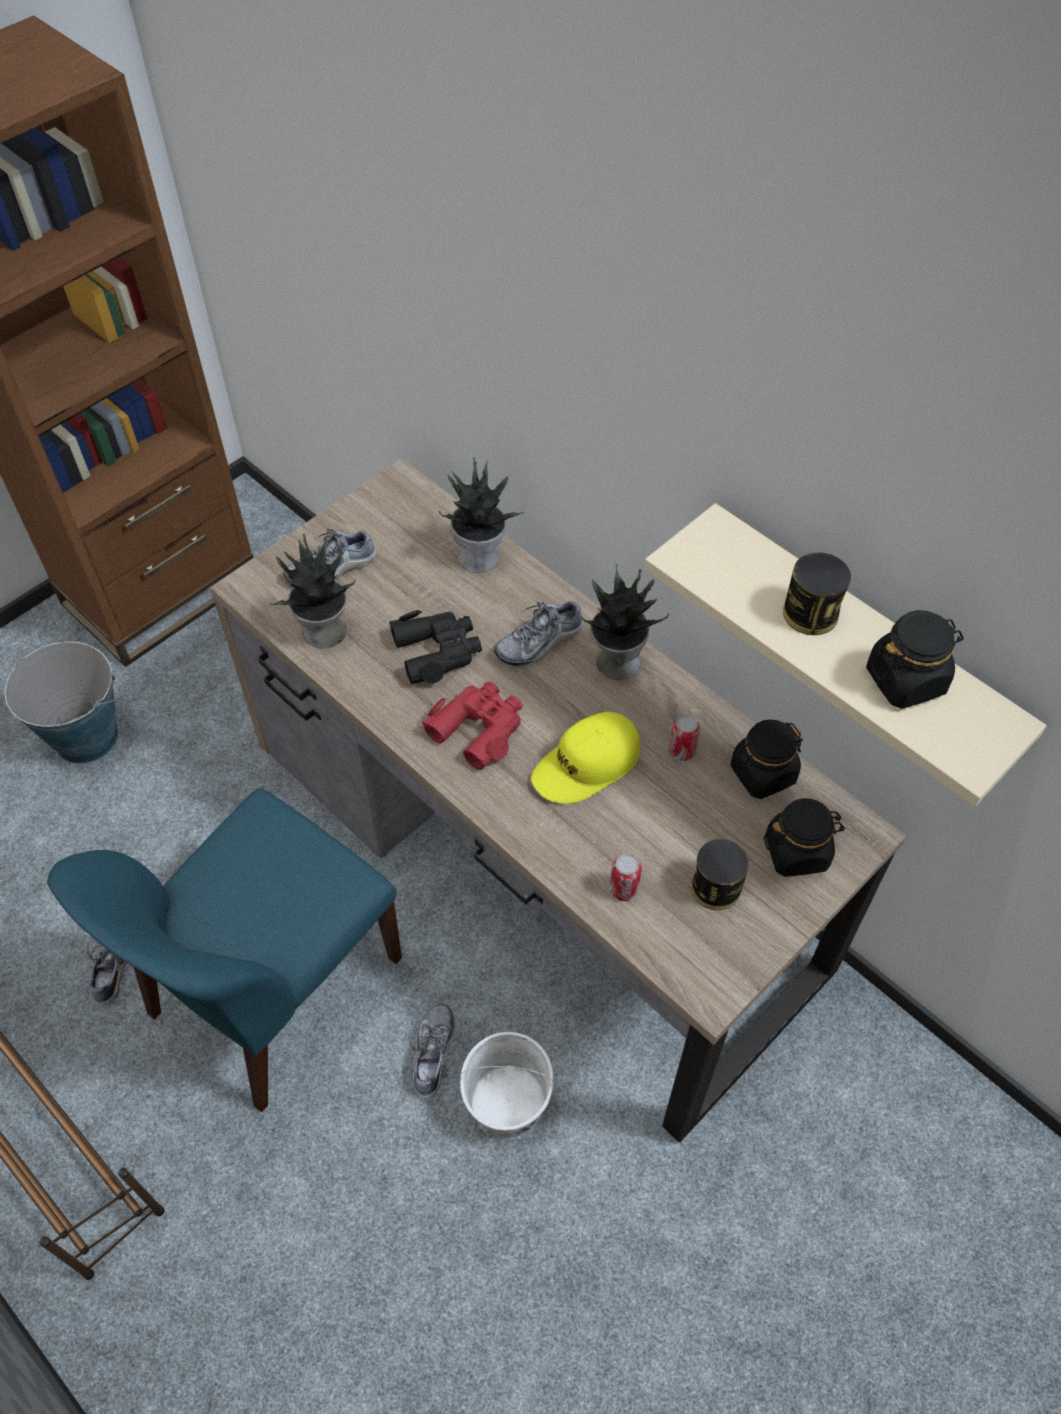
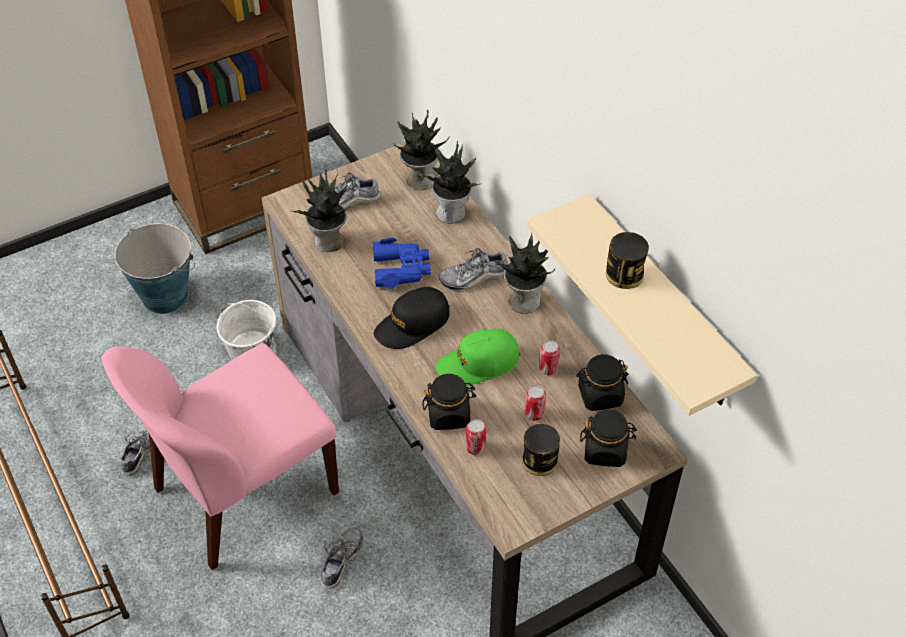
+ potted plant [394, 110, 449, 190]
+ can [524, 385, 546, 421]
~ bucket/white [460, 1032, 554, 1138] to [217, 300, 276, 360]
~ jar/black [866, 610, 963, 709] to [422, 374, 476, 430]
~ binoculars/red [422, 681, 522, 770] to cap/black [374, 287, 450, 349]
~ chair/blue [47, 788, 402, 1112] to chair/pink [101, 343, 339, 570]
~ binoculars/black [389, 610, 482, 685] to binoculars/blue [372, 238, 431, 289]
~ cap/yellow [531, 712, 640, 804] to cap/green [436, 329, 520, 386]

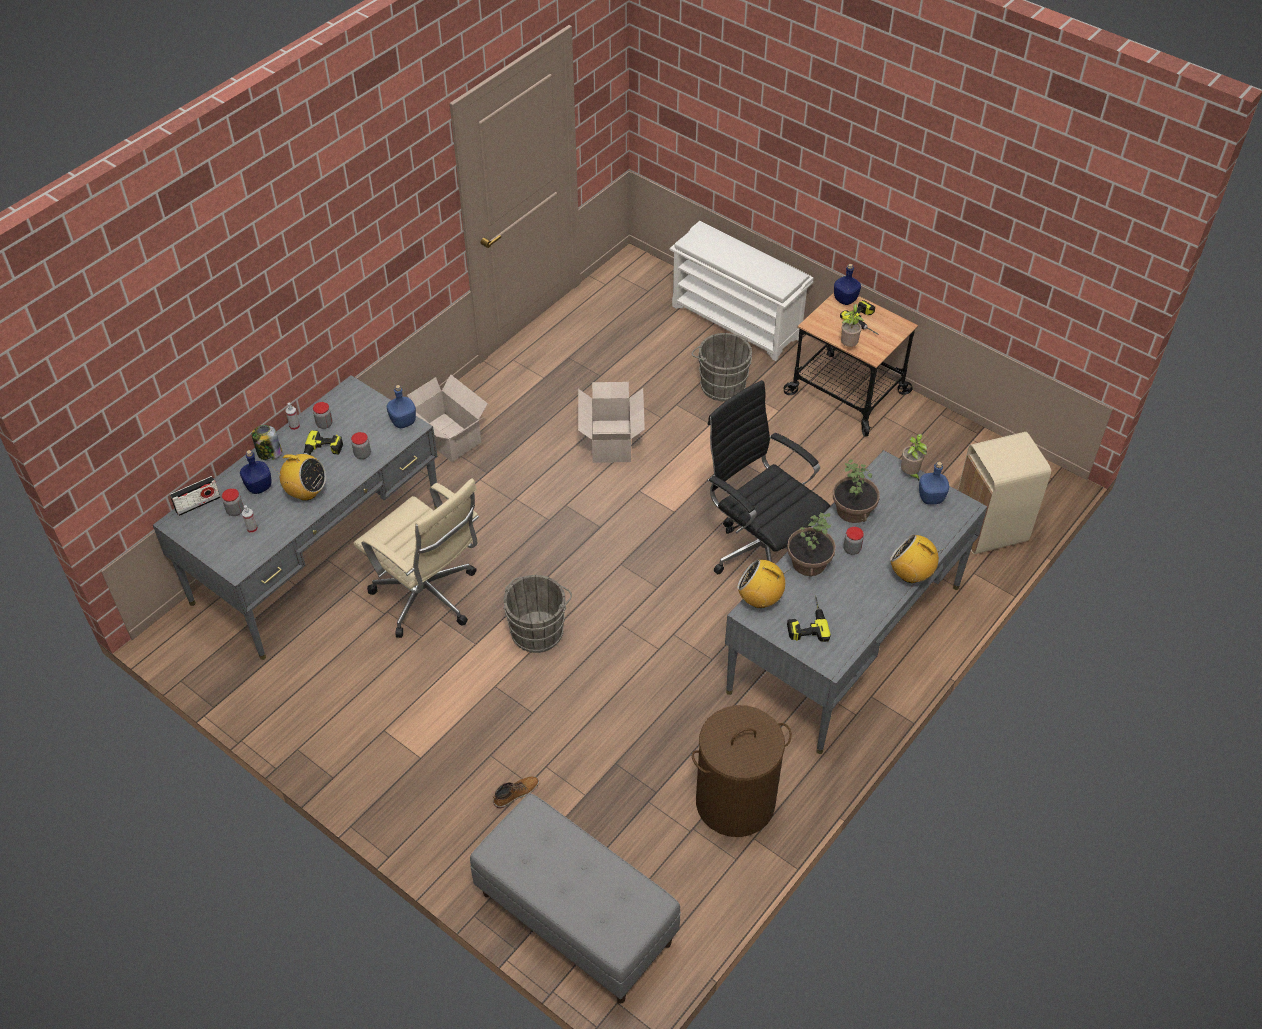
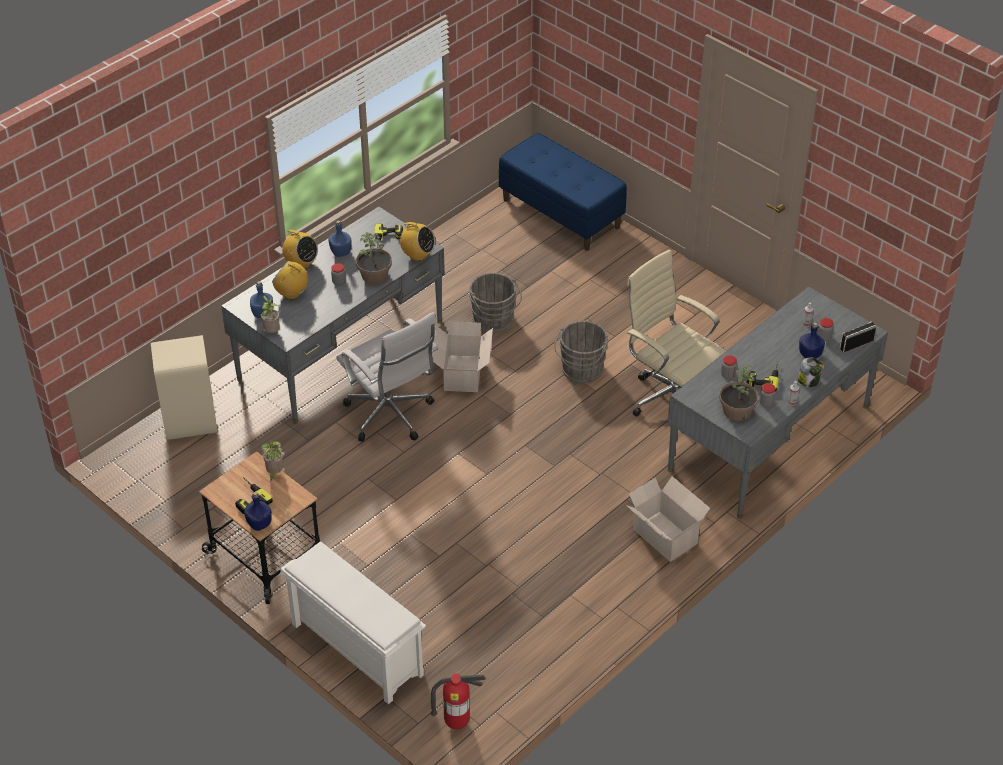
- boot [493, 776, 539, 808]
- laundry basket/brown [692, 705, 792, 837]
+ fire extinguisher [431, 673, 486, 729]
~ radio [276, 454, 326, 501] to [272, 261, 309, 299]
~ bottle/blue [387, 385, 416, 428] to [328, 220, 352, 257]
~ cardboard box [578, 382, 645, 463] to [432, 321, 493, 392]
~ bucket/grey [692, 333, 752, 401] to [469, 273, 522, 333]
~ potted plant [833, 459, 880, 523] to [719, 364, 759, 421]
~ bench/grey [470, 793, 681, 1003] to bench/blue [499, 133, 627, 251]
~ office chair/black [707, 380, 830, 574] to office chair/white [336, 312, 438, 442]

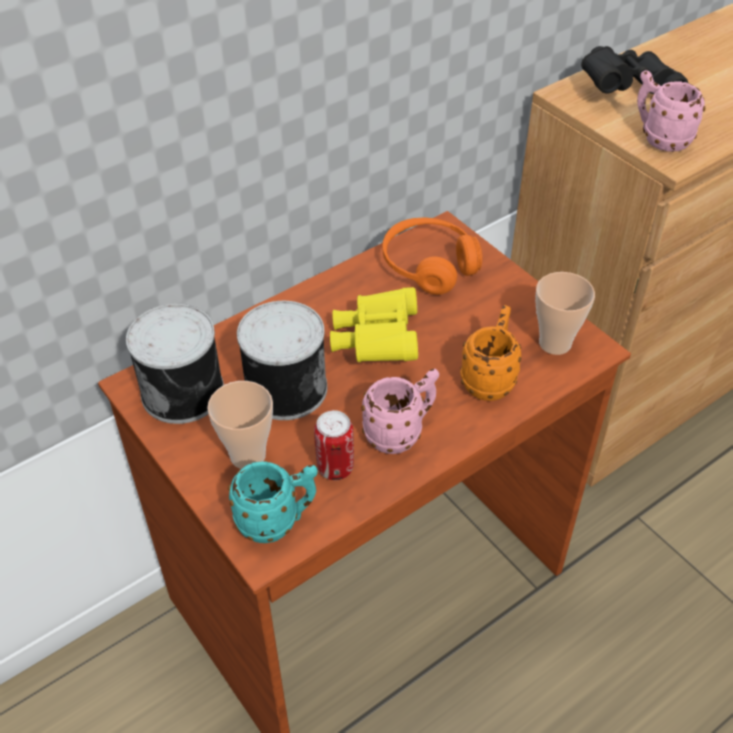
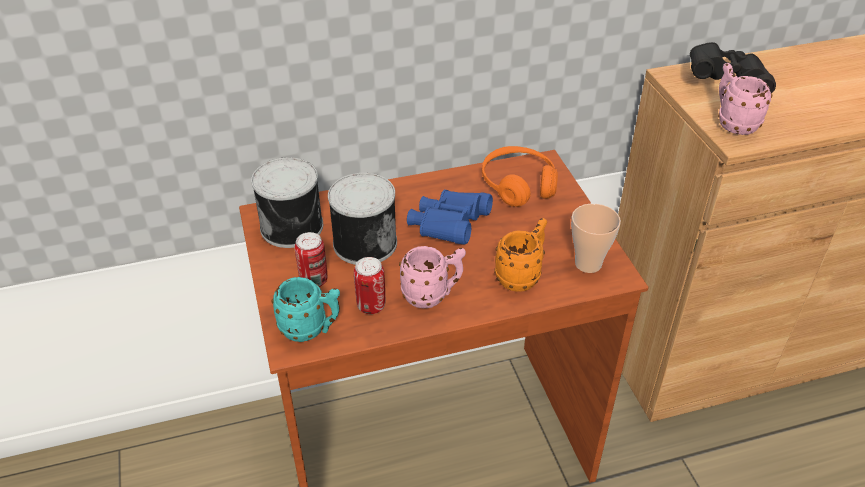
~ cup [207, 381, 273, 469] to can [295, 232, 327, 287]
~ binoculars/yellow [330, 287, 418, 362] to binoculars/blue [407, 190, 493, 245]

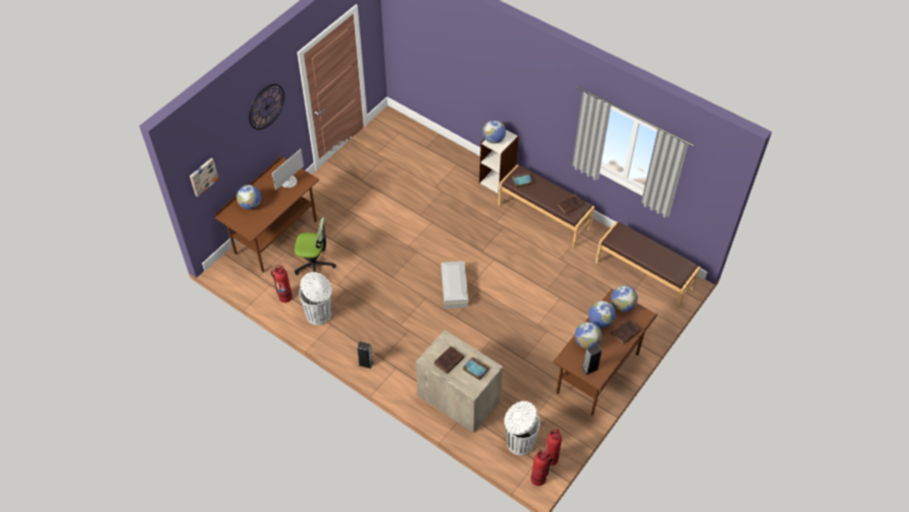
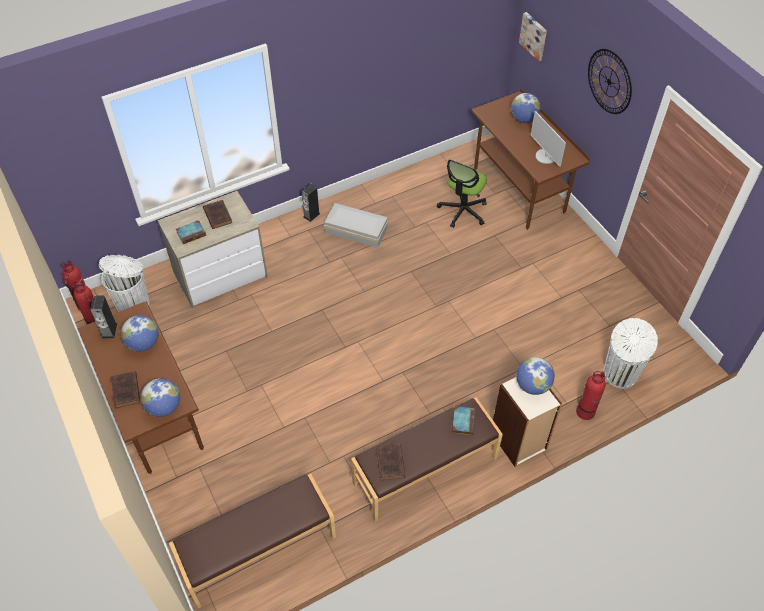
- globe [589, 301, 616, 328]
~ fire extinguisher [271, 265, 292, 303] to [576, 371, 606, 420]
~ trash can/white [299, 272, 332, 325] to [603, 318, 658, 389]
~ storage box/white [441, 261, 469, 309] to [324, 203, 388, 248]

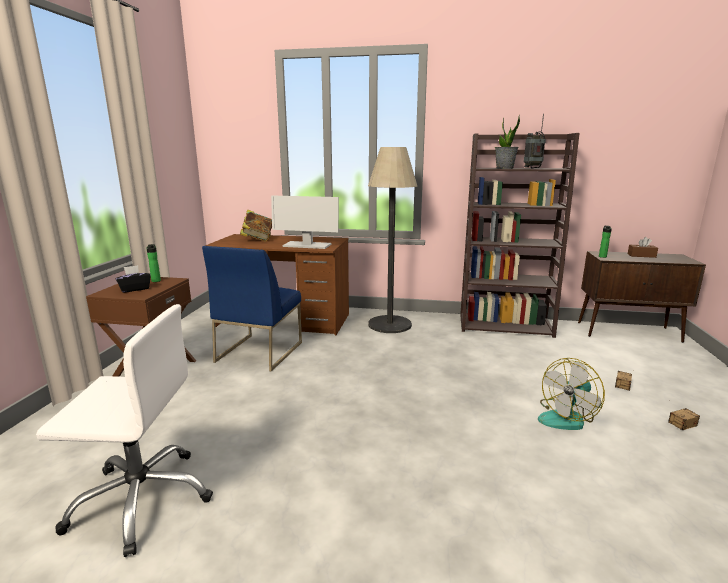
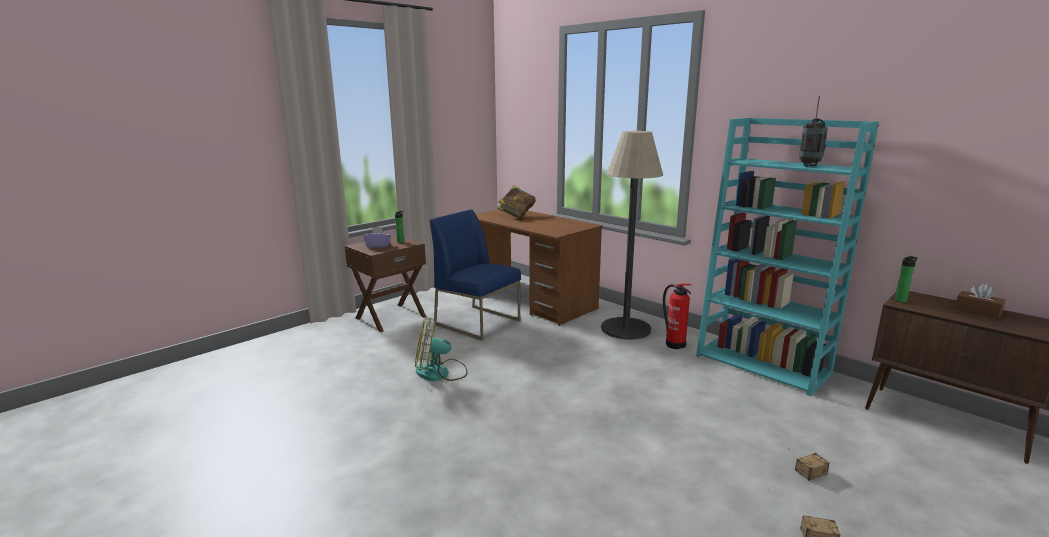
- office chair/white [36, 304, 213, 557]
- monitor [271, 196, 339, 249]
- potted plant [495, 115, 520, 169]
+ fire extinguisher [663, 284, 692, 349]
~ fan [538, 358, 605, 430] to [415, 318, 467, 381]
~ tissue box/black [116, 265, 151, 293] to tissue box/purple [363, 227, 391, 248]
~ bookcase/brown [460, 133, 580, 338] to bookcase/turquoise [696, 118, 879, 396]
~ chair/blue [202, 246, 302, 371] = [430, 209, 521, 341] 75 degrees clockwise

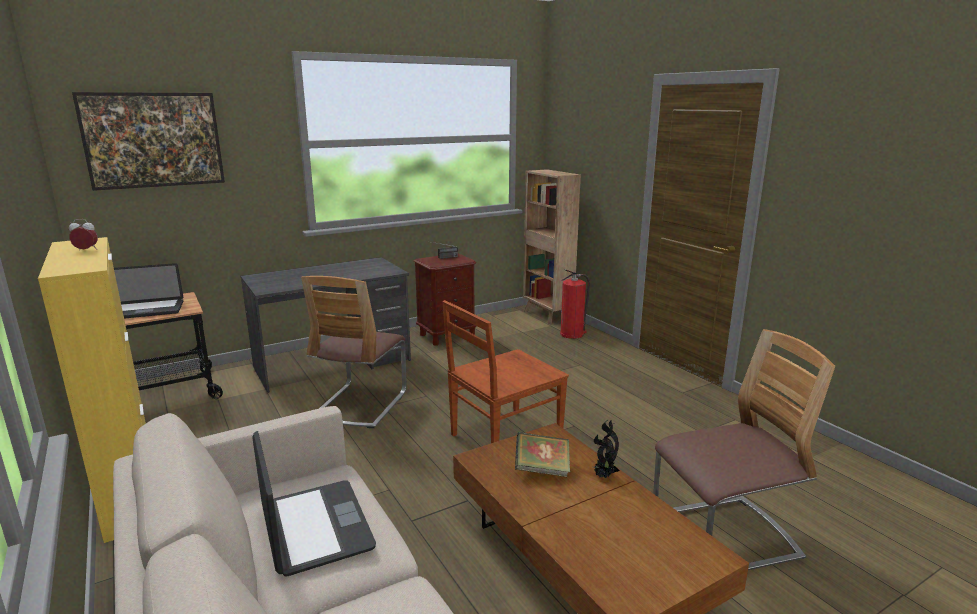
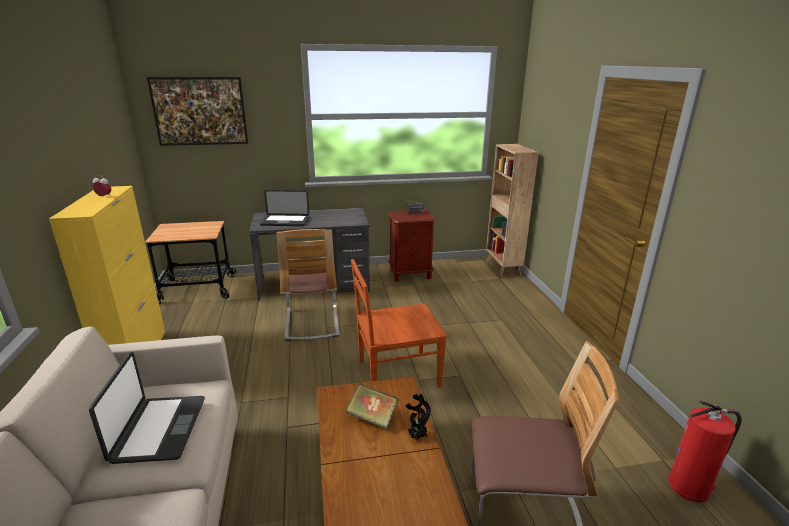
~ laptop [114, 263, 183, 319] to [260, 190, 309, 226]
~ fire extinguisher [560, 269, 590, 339] to [668, 401, 742, 503]
~ chair [301, 276, 407, 428] = [276, 229, 339, 341] 45 degrees counterclockwise

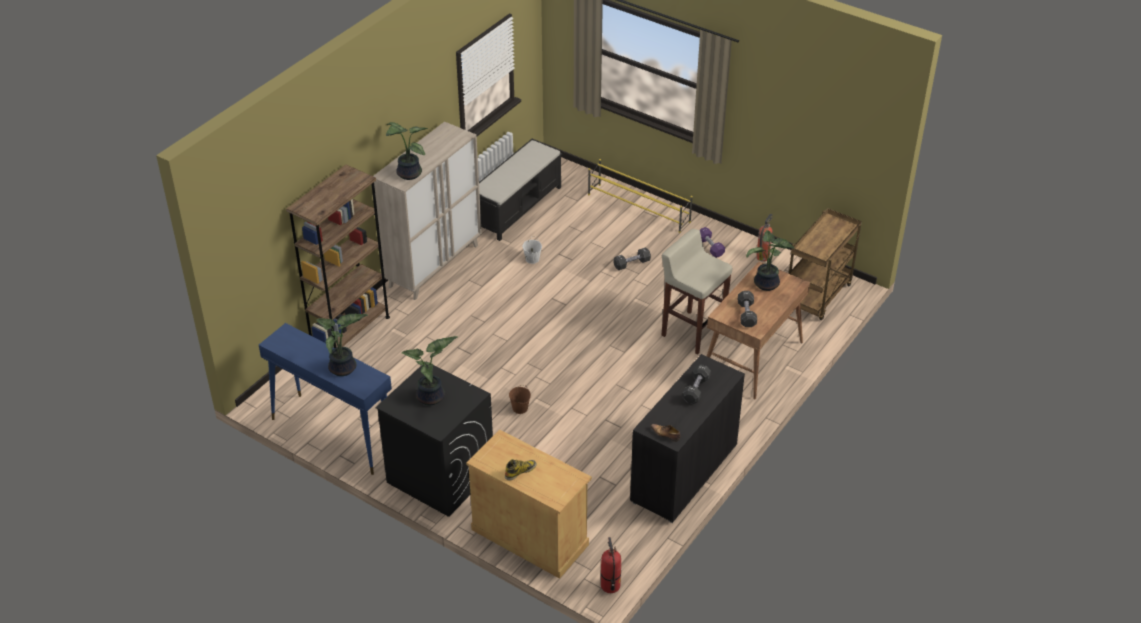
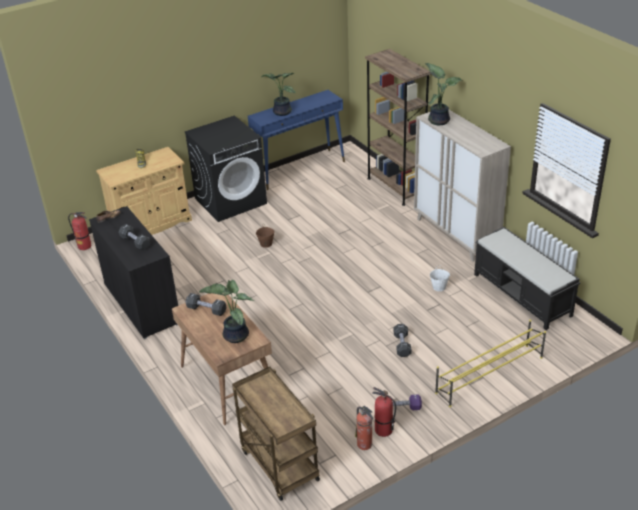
- potted plant [402, 336, 458, 405]
- stool/beige [661, 229, 732, 354]
+ fire extinguisher [372, 387, 396, 437]

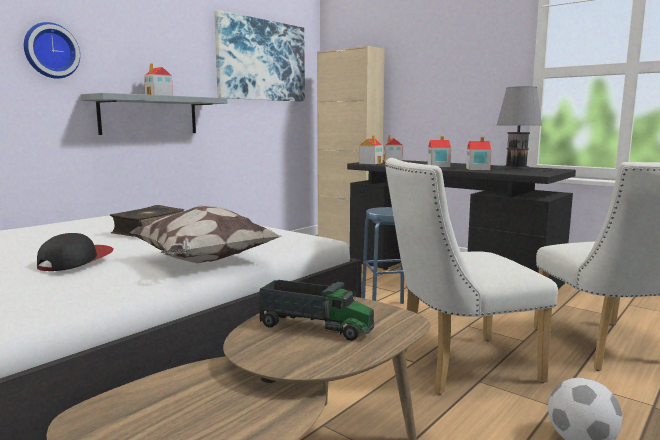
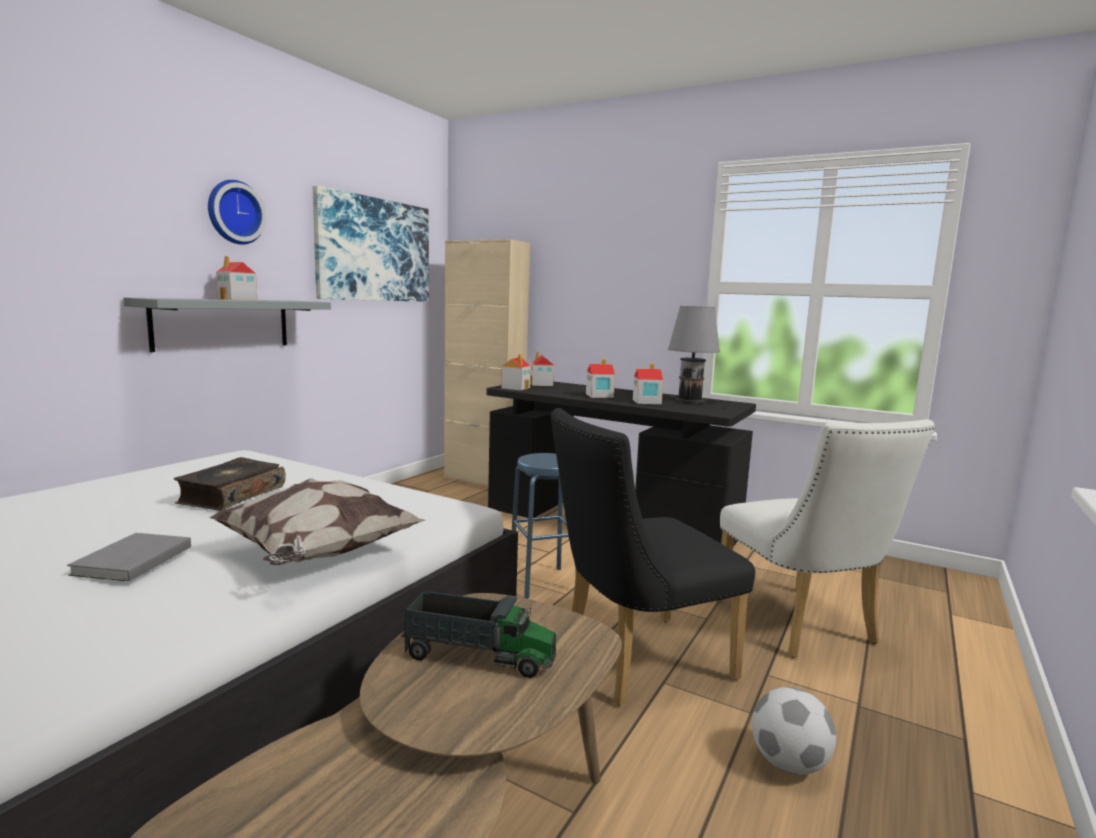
~ wall clock [24, 22, 80, 79] to [208, 180, 266, 245]
~ cap [37, 233, 114, 271] to book/grey [67, 533, 191, 582]
~ chair/white [385, 158, 558, 395] to chair/black [550, 408, 755, 706]

